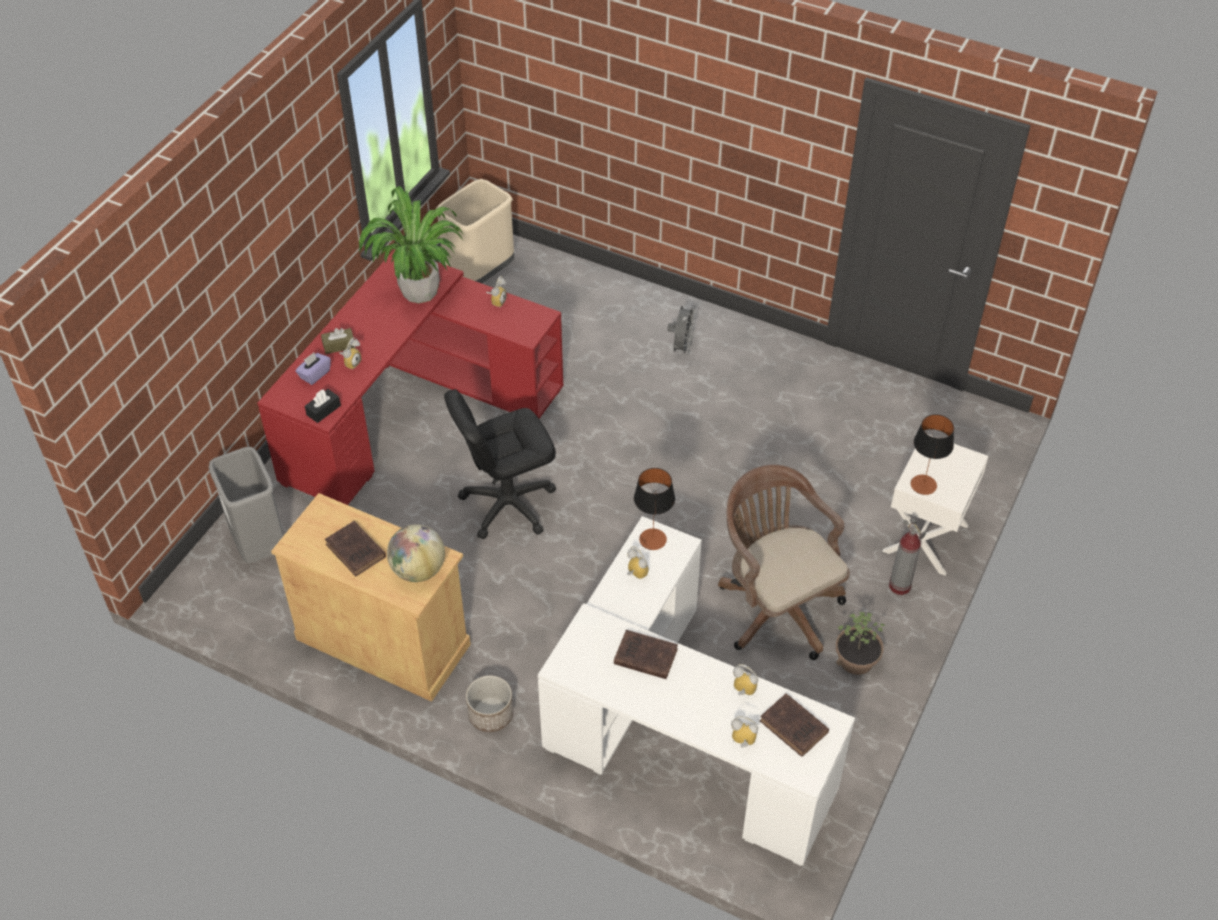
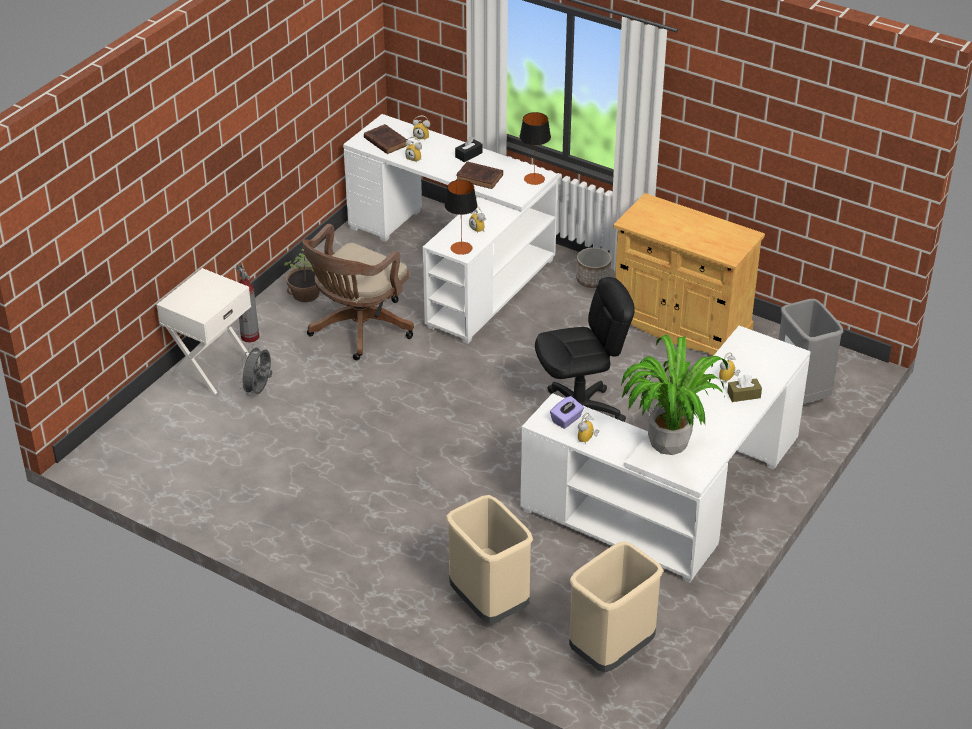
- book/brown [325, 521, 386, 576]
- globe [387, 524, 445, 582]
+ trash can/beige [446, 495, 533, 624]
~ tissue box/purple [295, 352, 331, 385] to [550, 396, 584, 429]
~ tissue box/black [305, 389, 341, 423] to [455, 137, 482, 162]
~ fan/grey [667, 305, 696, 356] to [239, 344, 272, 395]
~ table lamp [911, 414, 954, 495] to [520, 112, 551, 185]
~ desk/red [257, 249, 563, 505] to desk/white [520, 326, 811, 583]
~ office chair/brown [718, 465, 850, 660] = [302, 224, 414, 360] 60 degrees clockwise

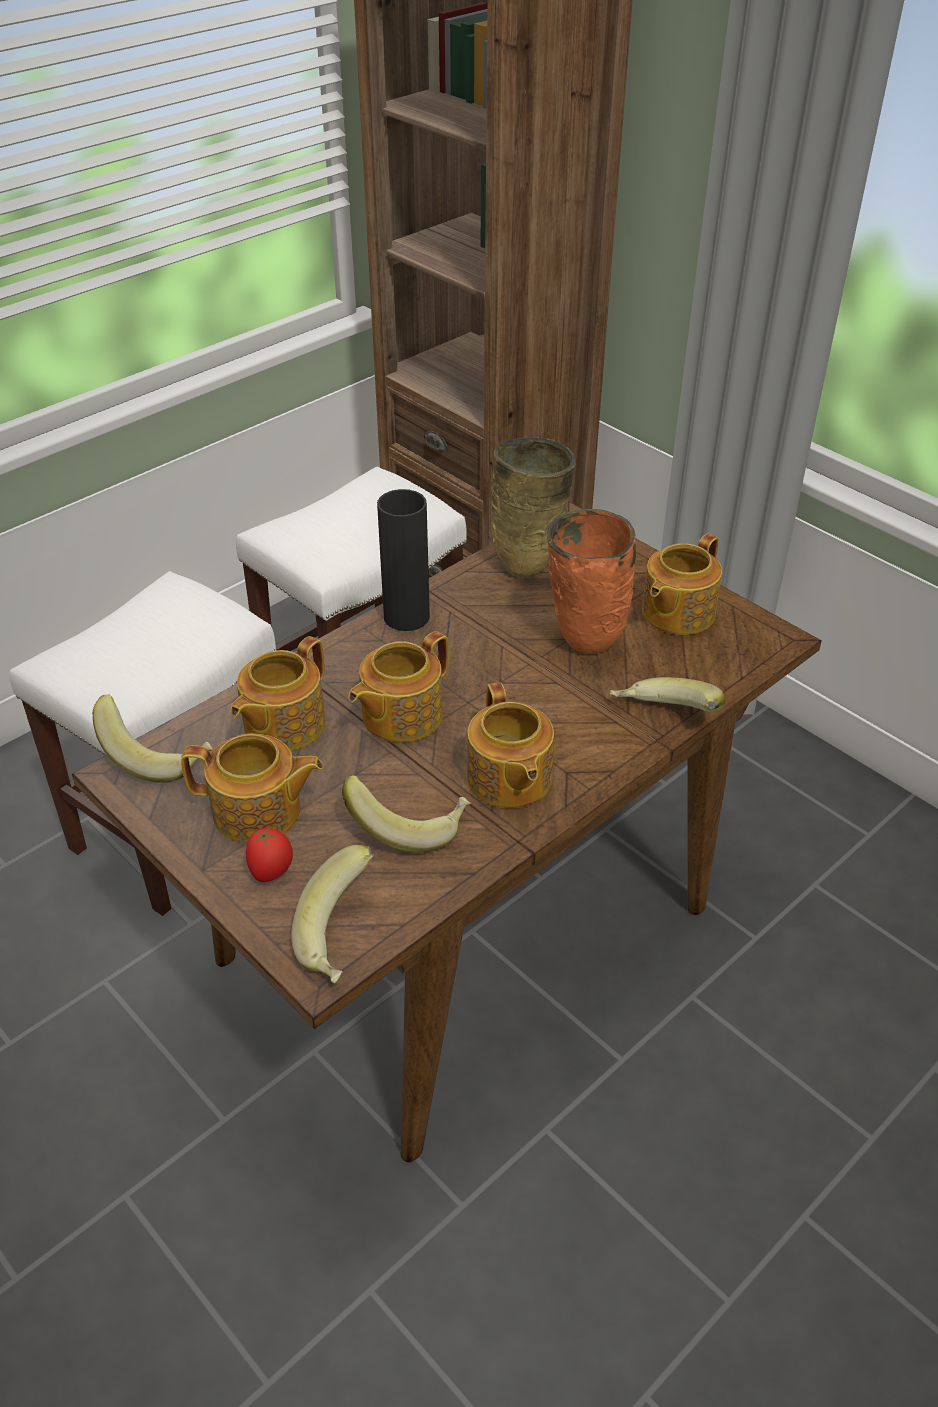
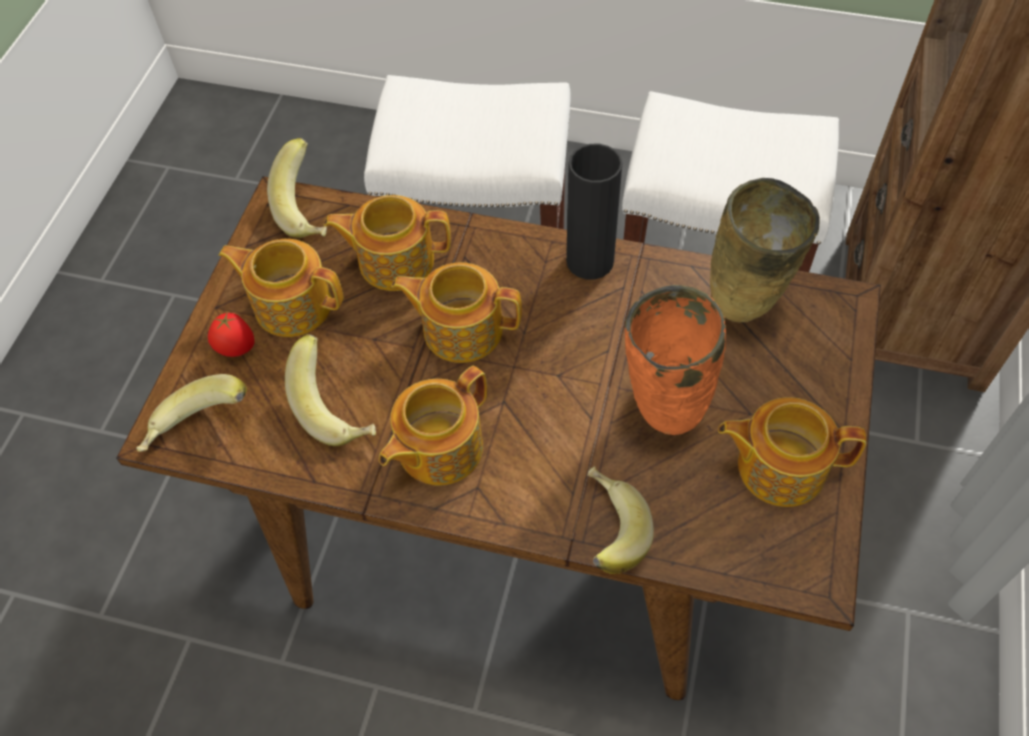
~ teapot [181, 734, 324, 843] = [219, 239, 343, 337] 135 degrees clockwise

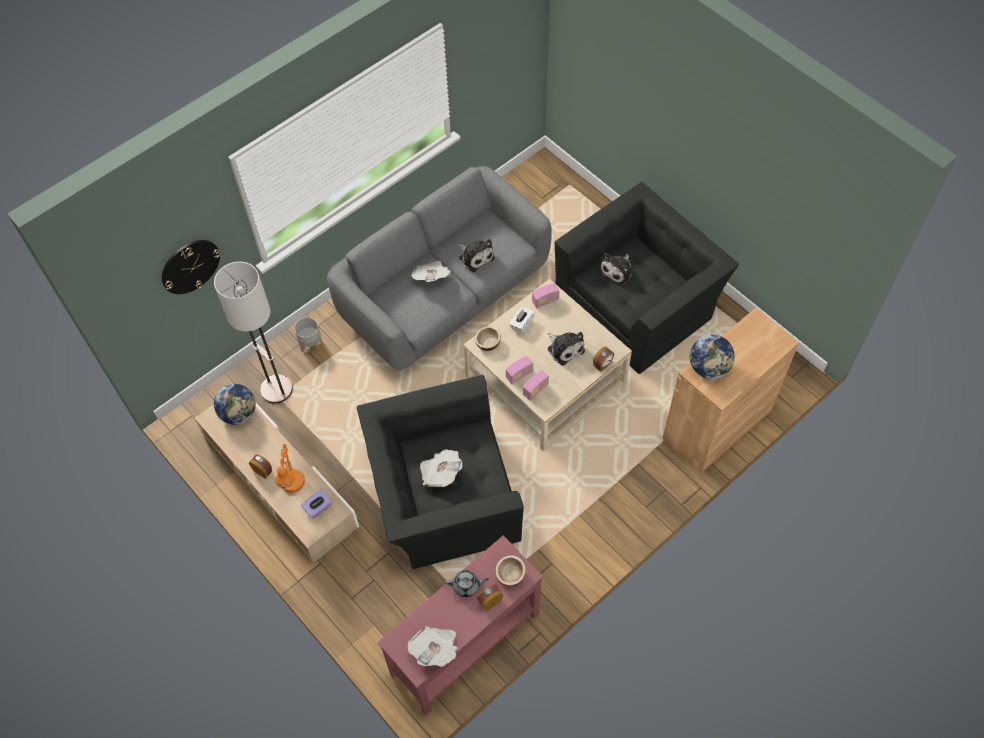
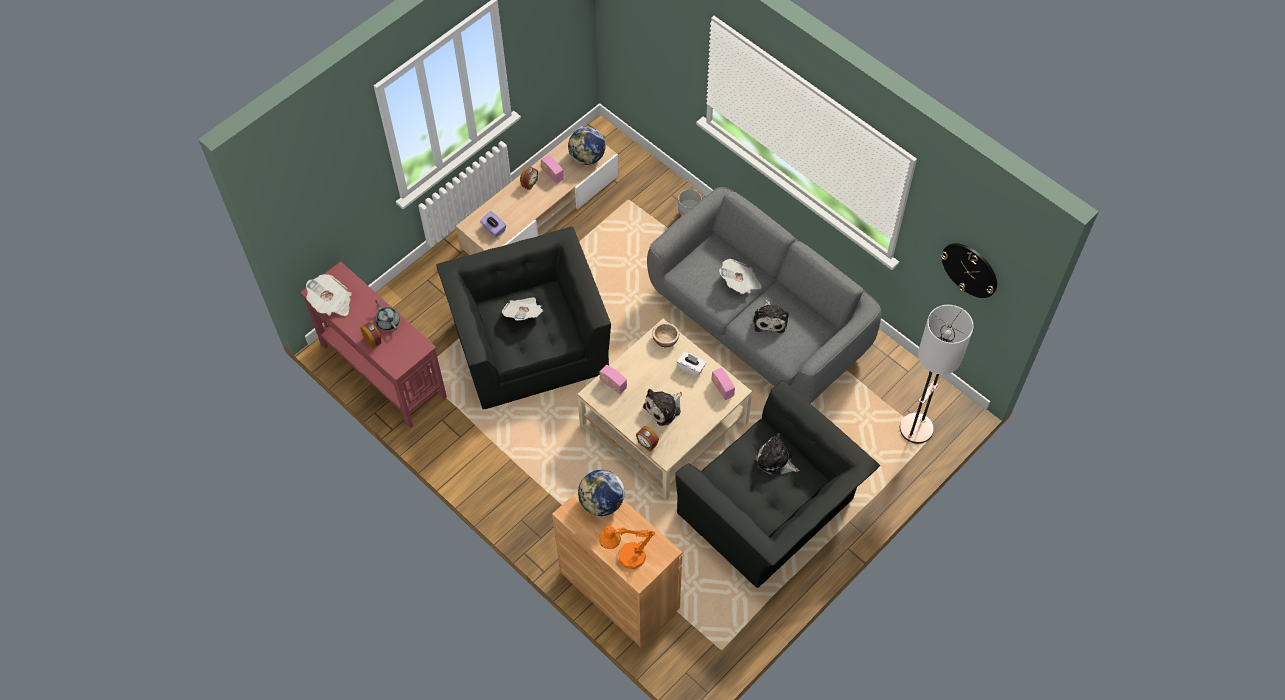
- bowl [495, 555, 526, 586]
~ wall clock [162, 240, 220, 294] to [941, 243, 997, 298]
~ floor lamp [214, 262, 293, 404] to [900, 305, 974, 444]
~ table lamp/orange [275, 444, 305, 493] to [599, 525, 655, 569]
~ radio [506, 356, 533, 384] to [541, 155, 564, 183]
~ teapot/grey [445, 570, 489, 597] = [375, 300, 400, 330] 150 degrees clockwise
~ plush toy [459, 239, 494, 272] = [753, 299, 789, 333] 45 degrees counterclockwise

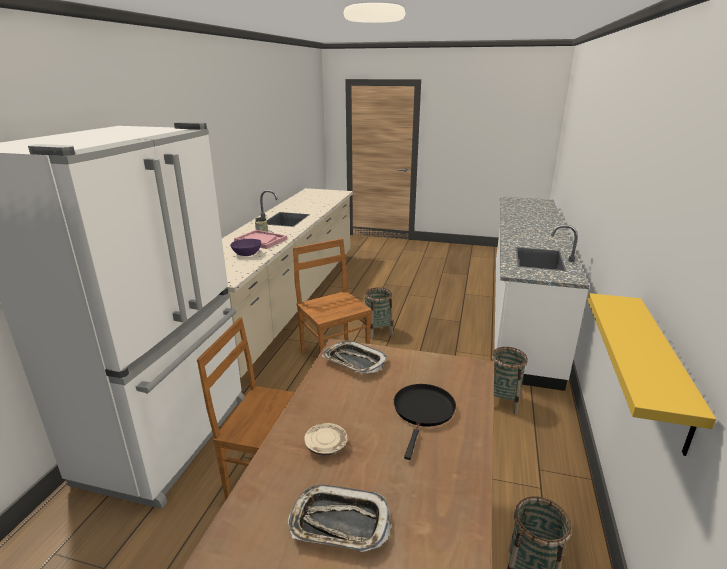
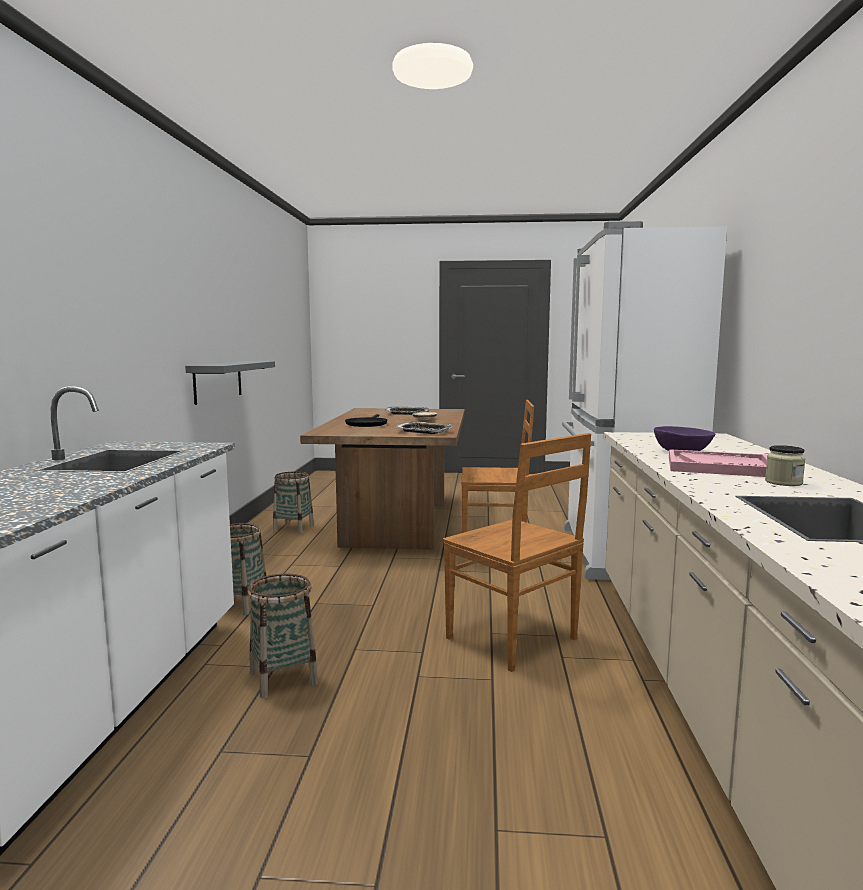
~ basket [363, 287, 393, 339] to [247, 573, 318, 698]
~ shelf/yellow [588, 293, 716, 456] to shelf/grey [185, 361, 275, 405]

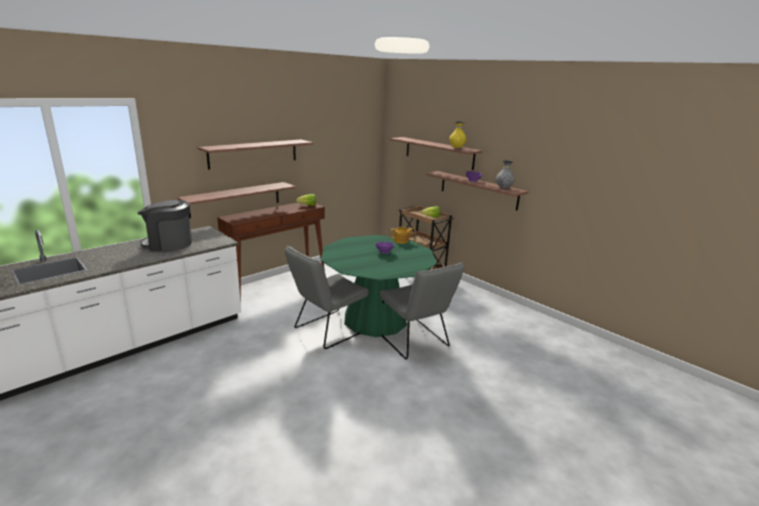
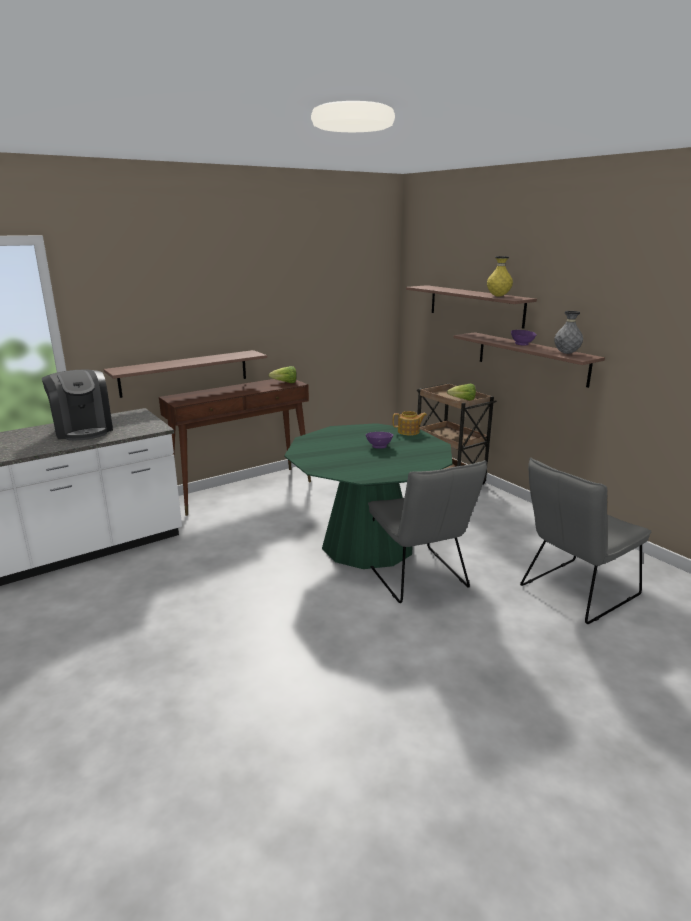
- shelf [197, 140, 314, 170]
~ chair/grey [285, 245, 369, 349] to [520, 458, 651, 624]
~ coffee machine [137, 200, 192, 251] = [42, 370, 113, 441] 120 degrees counterclockwise

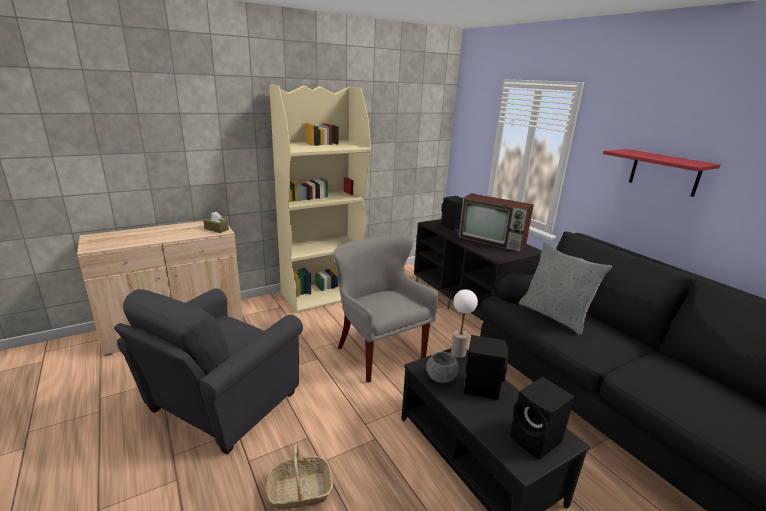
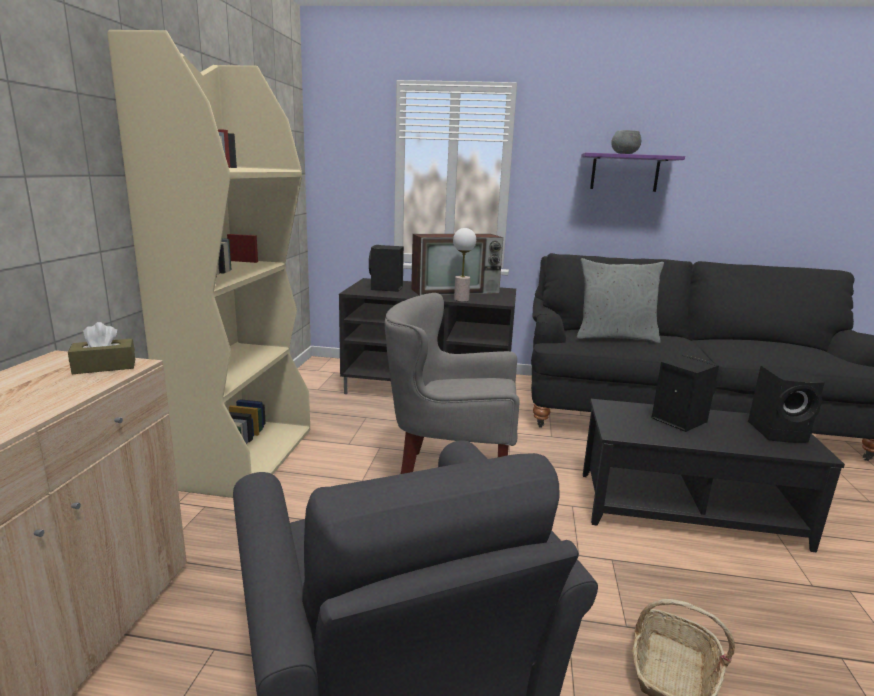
~ bowl/grey [426, 352, 458, 383] to [611, 130, 641, 154]
~ table lamp [451, 289, 478, 358] to [453, 228, 476, 302]
~ shelf/red [603, 149, 721, 197] to shelf/purple [581, 153, 685, 192]

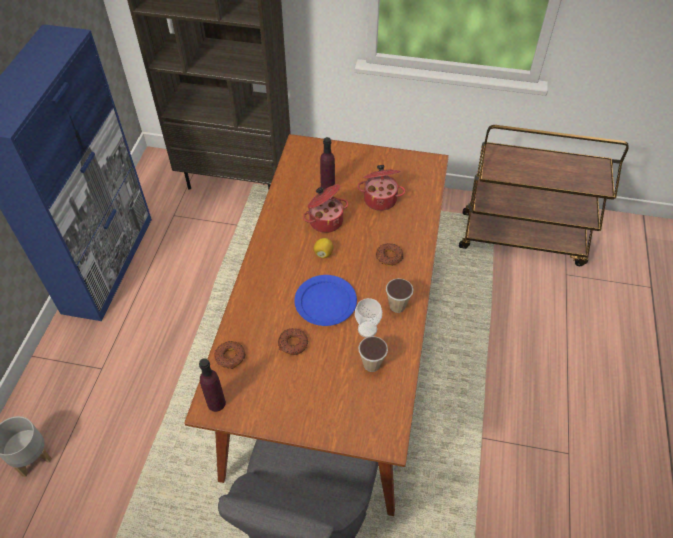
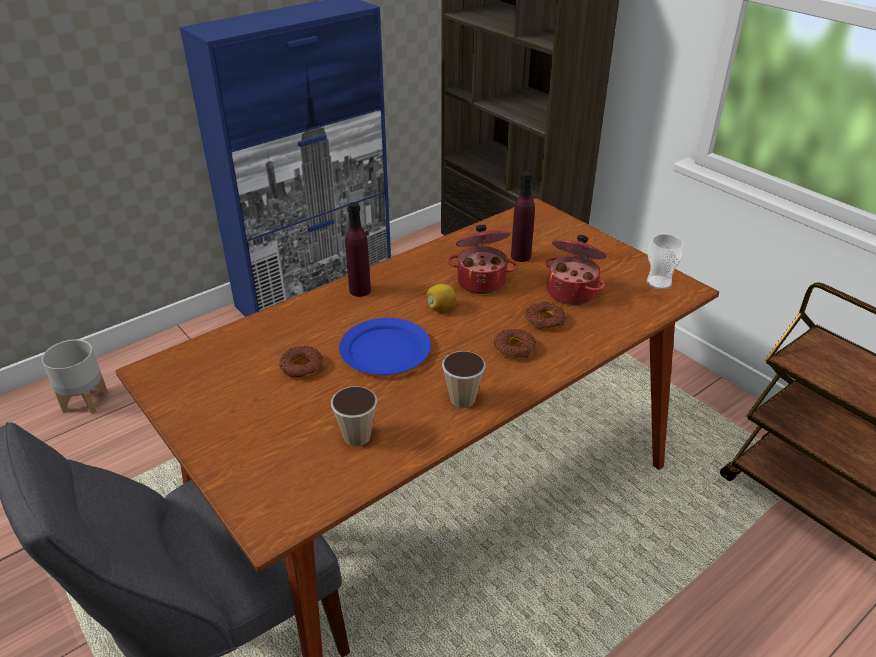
~ bottle/purple [199, 358, 226, 412] to [345, 202, 371, 297]
~ donut [214, 341, 246, 369] to [525, 302, 566, 330]
~ cup [355, 298, 382, 338] to [647, 234, 684, 289]

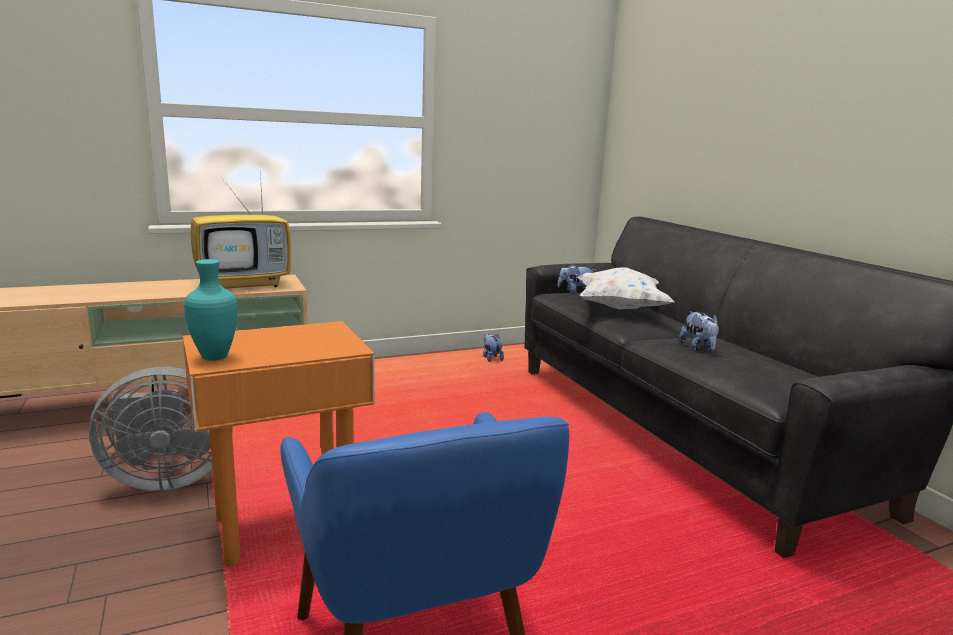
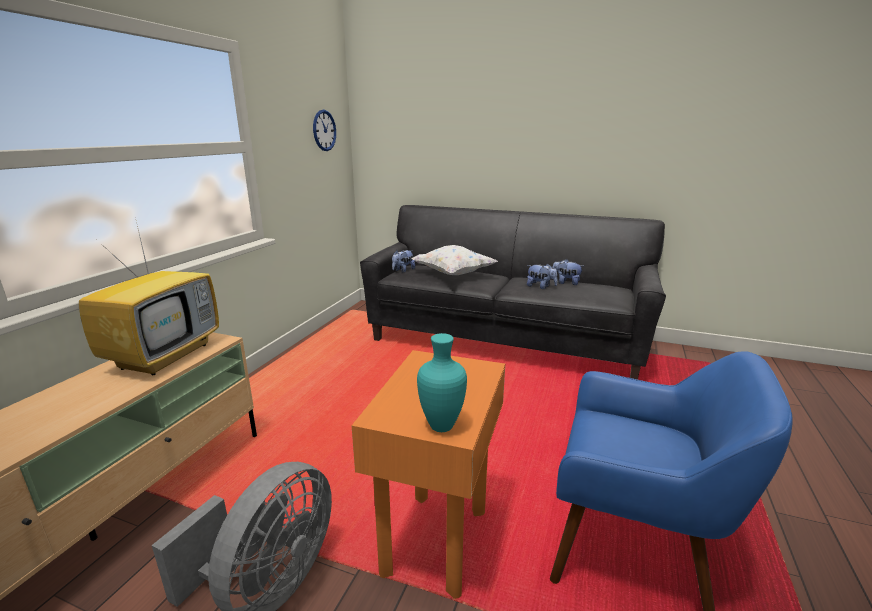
+ wall clock [313, 110, 336, 151]
~ plush toy [483, 334, 504, 362] to [552, 259, 583, 285]

